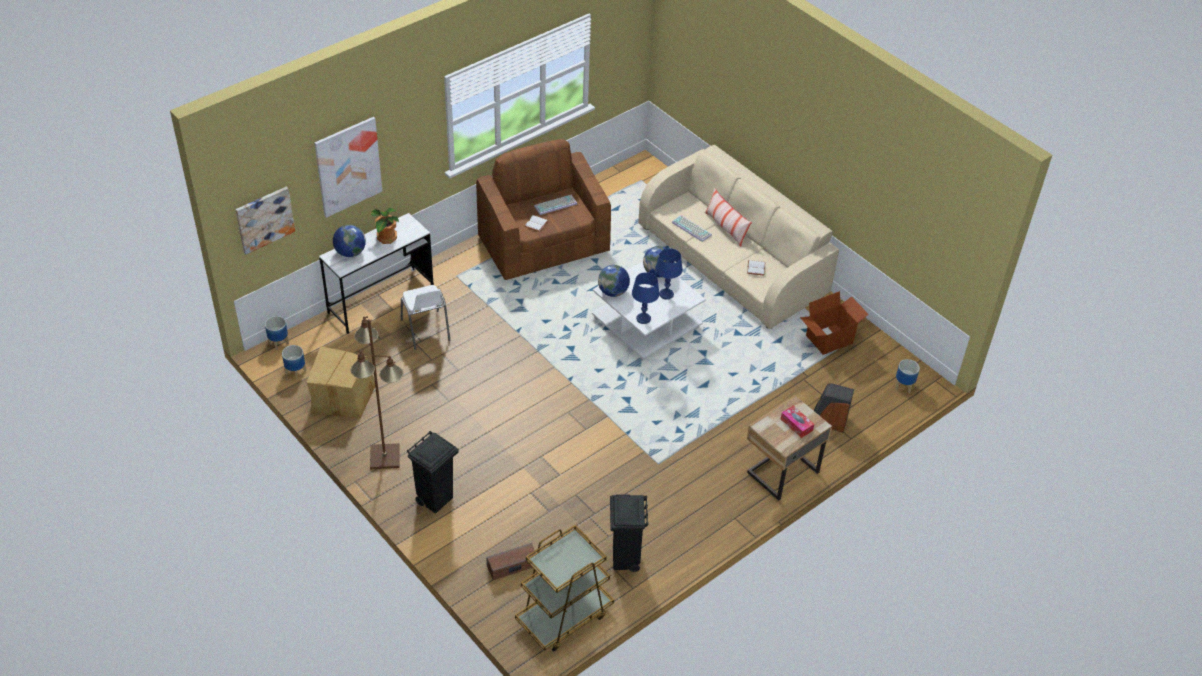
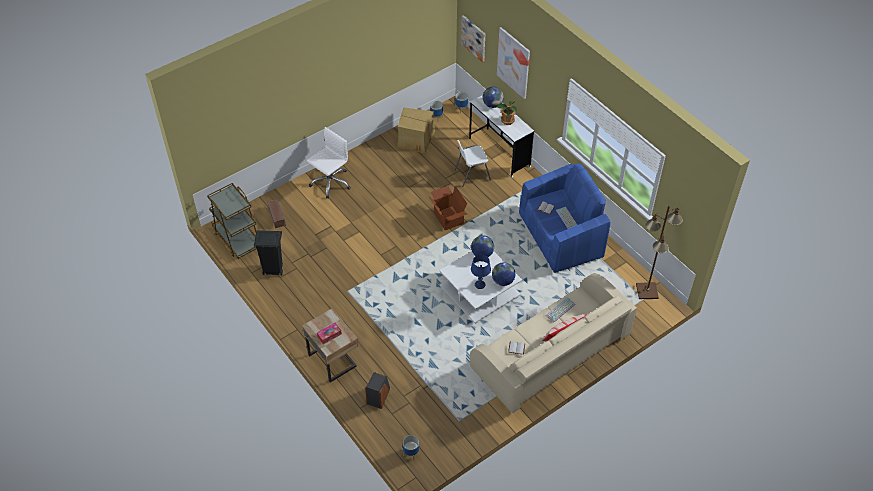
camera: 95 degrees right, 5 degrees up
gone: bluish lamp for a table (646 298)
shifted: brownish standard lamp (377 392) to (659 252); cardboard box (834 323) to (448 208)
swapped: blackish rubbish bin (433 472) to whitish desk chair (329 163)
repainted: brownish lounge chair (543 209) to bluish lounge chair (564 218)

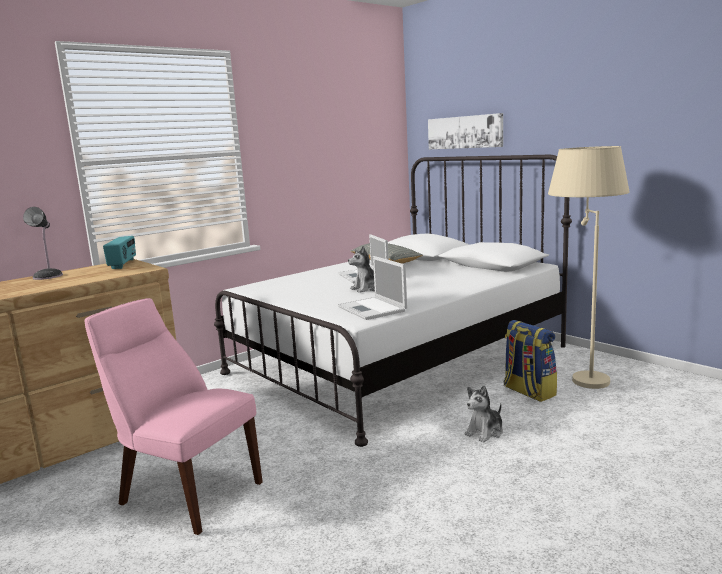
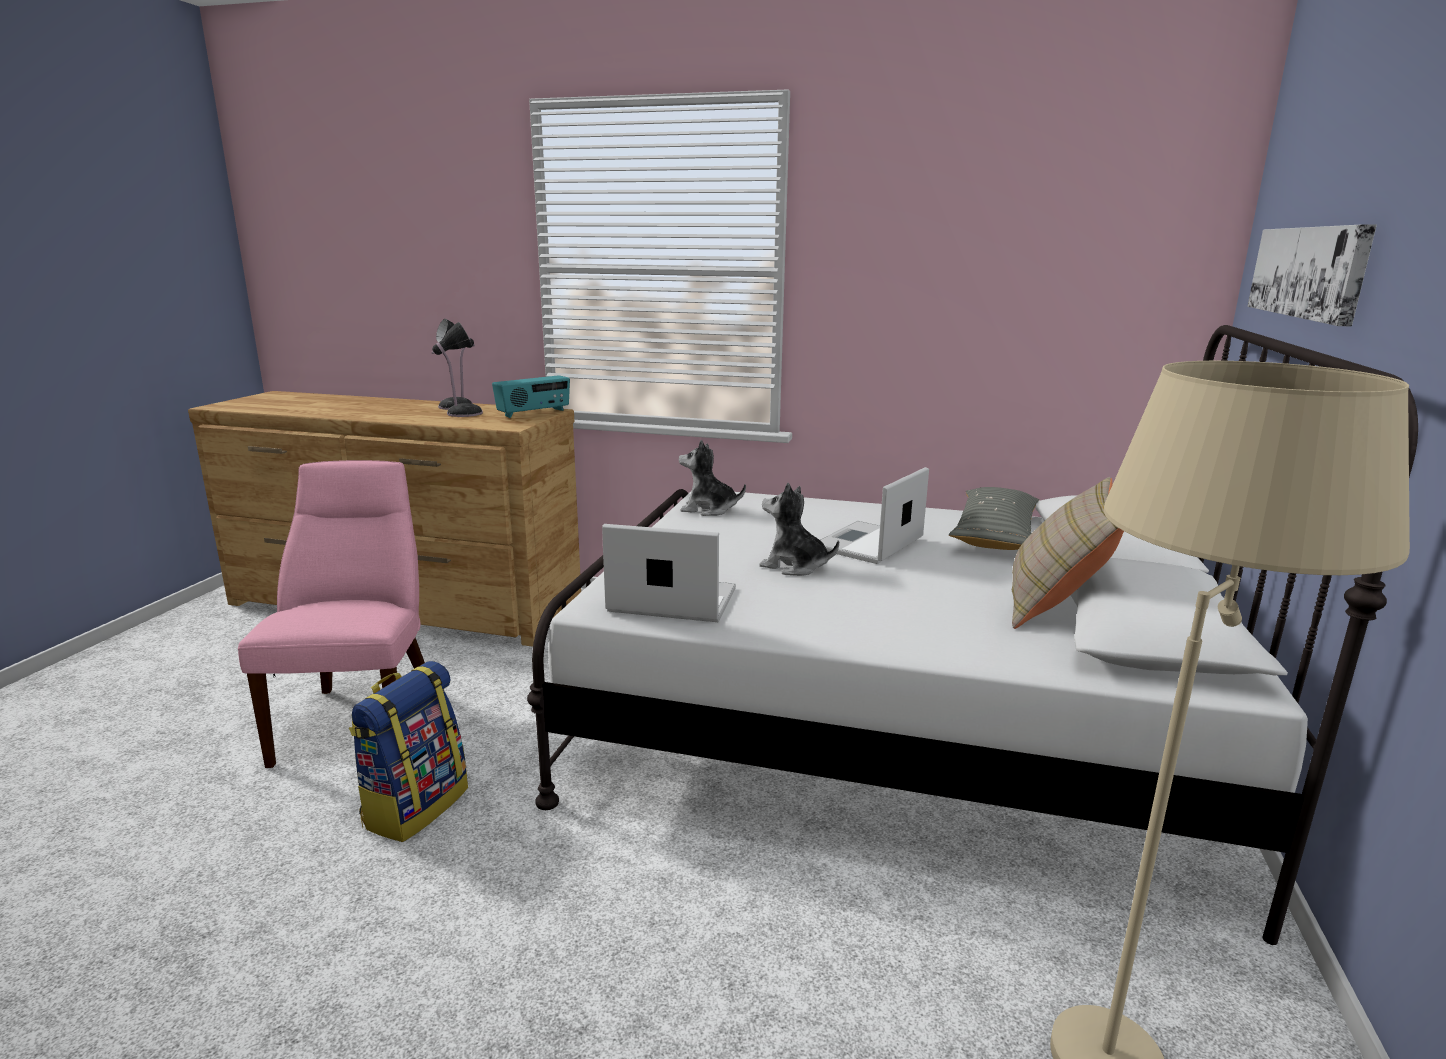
camera: 55 degrees right, 5 degrees up
new: lamp for a table (457 369); beige-coloured throw pillow (1068 553)
shifted: cuddly toy (484 414) to (712 478); backpack (530 361) to (408 751)
rotated: portable computer (372 288) = (669 573) 75 degrees clockwise

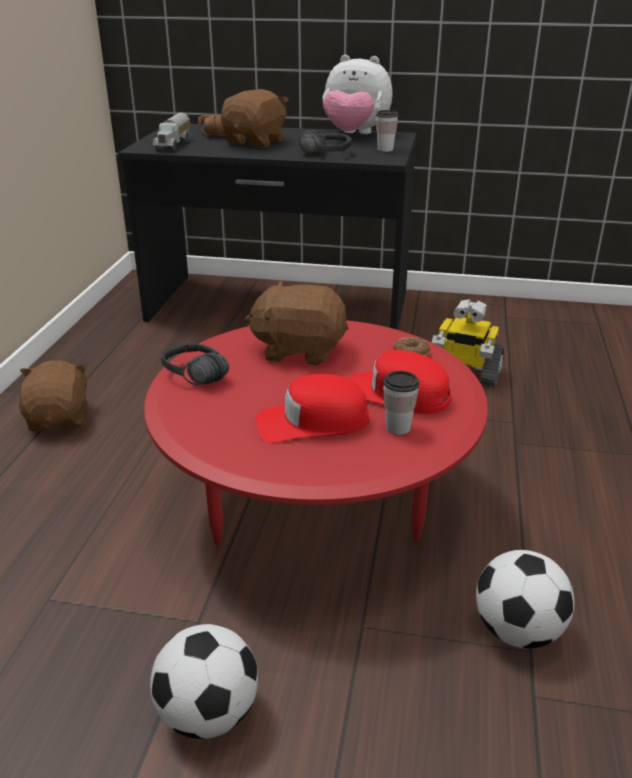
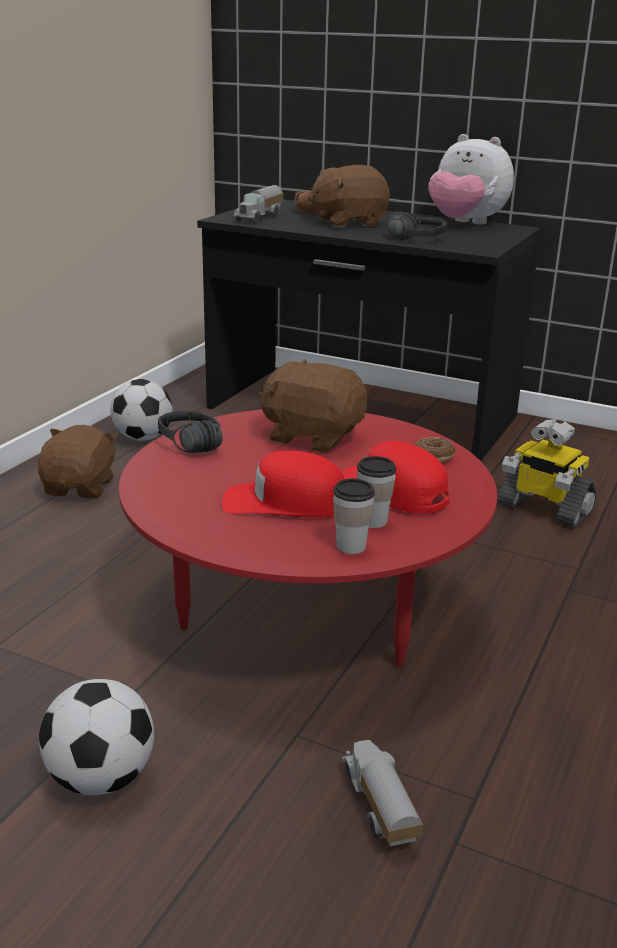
camera: 15 degrees right, 5 degrees down
new: toy lorry (382 793)
shifted: cup (387 131) to (354 516); football (525 599) to (141 410)
rotated: brownish cuddly toy (255 118) = (349 196) 150 degrees counterclockwise

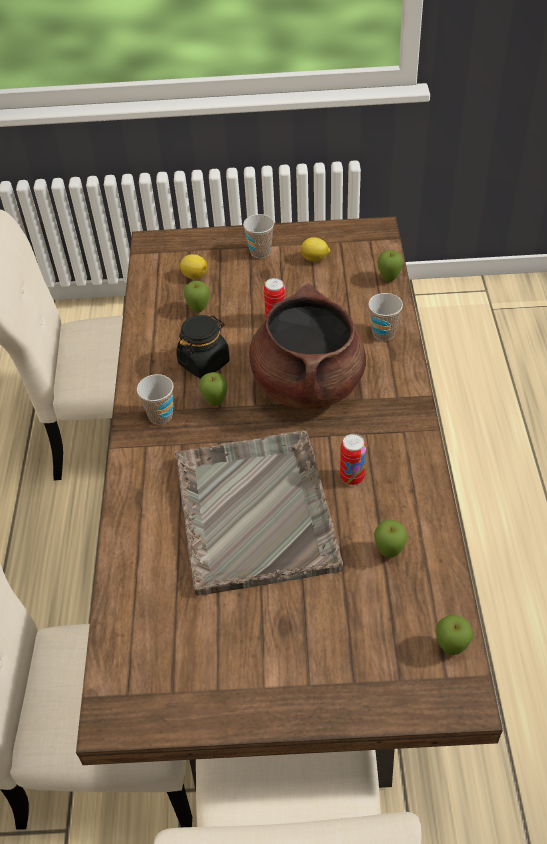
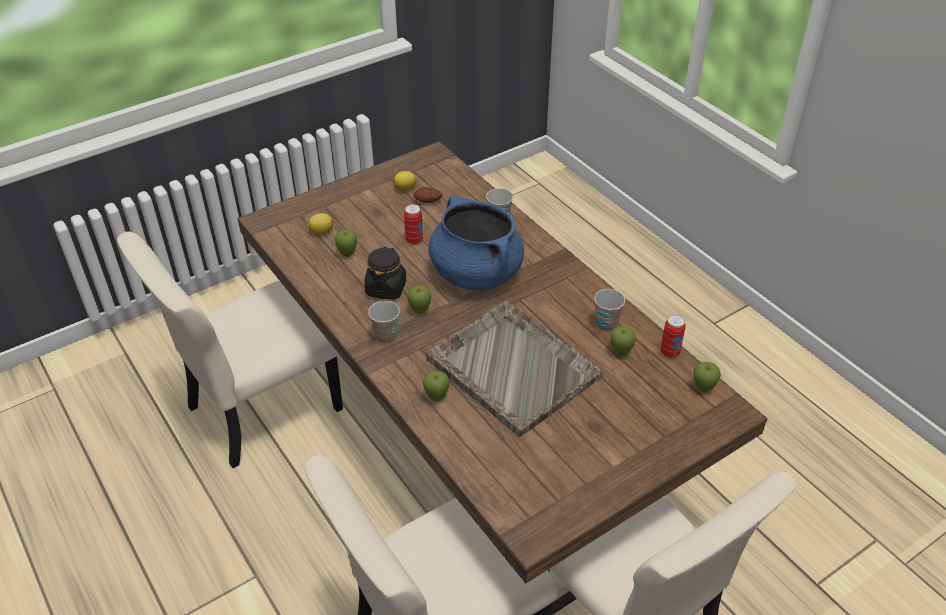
camera: 35 degrees left, 5 degrees down
new: whole potato (428 195)
shifted: cup (258 236) to (609 310); sealed can (353 459) to (673 336); apple (390 266) to (436 386)
repainted: brownish saucepot (307 346) to bluish saucepot (476 242)

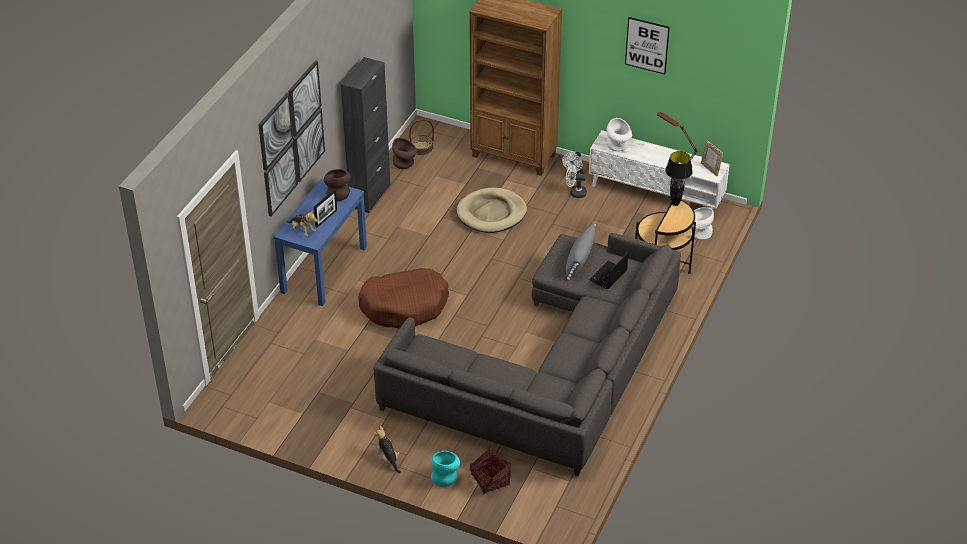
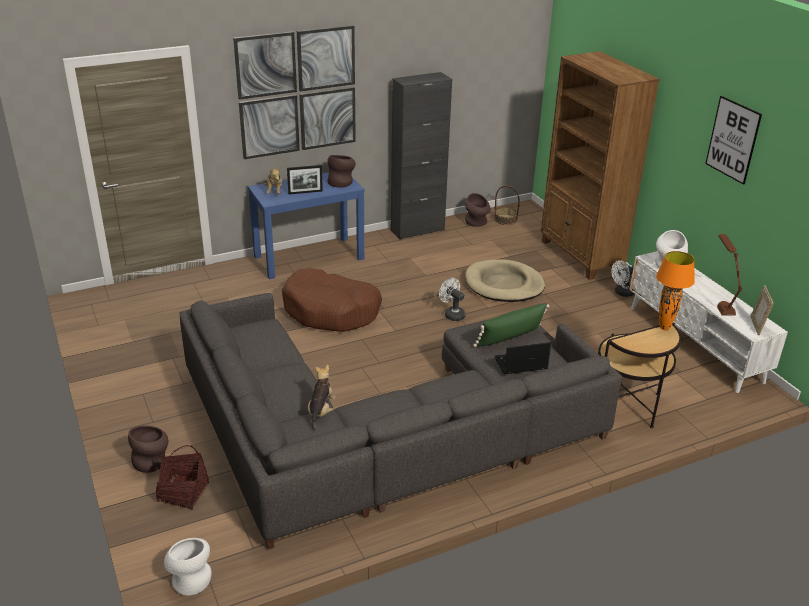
camera: 40 degrees right, 10 degrees down
shifted: cuddly toy (387 449) to (322 398); whitish electric fan (576 181) to (452 299); whitish vase (703 223) to (188 567)
repainted: turquoise vase (445 469) to brownish vase (148 449); grey throw pillow (581 252) to green throw pillow (511 325); blackish lamp for a table (679 178) to orange lamp for a table (675 290)

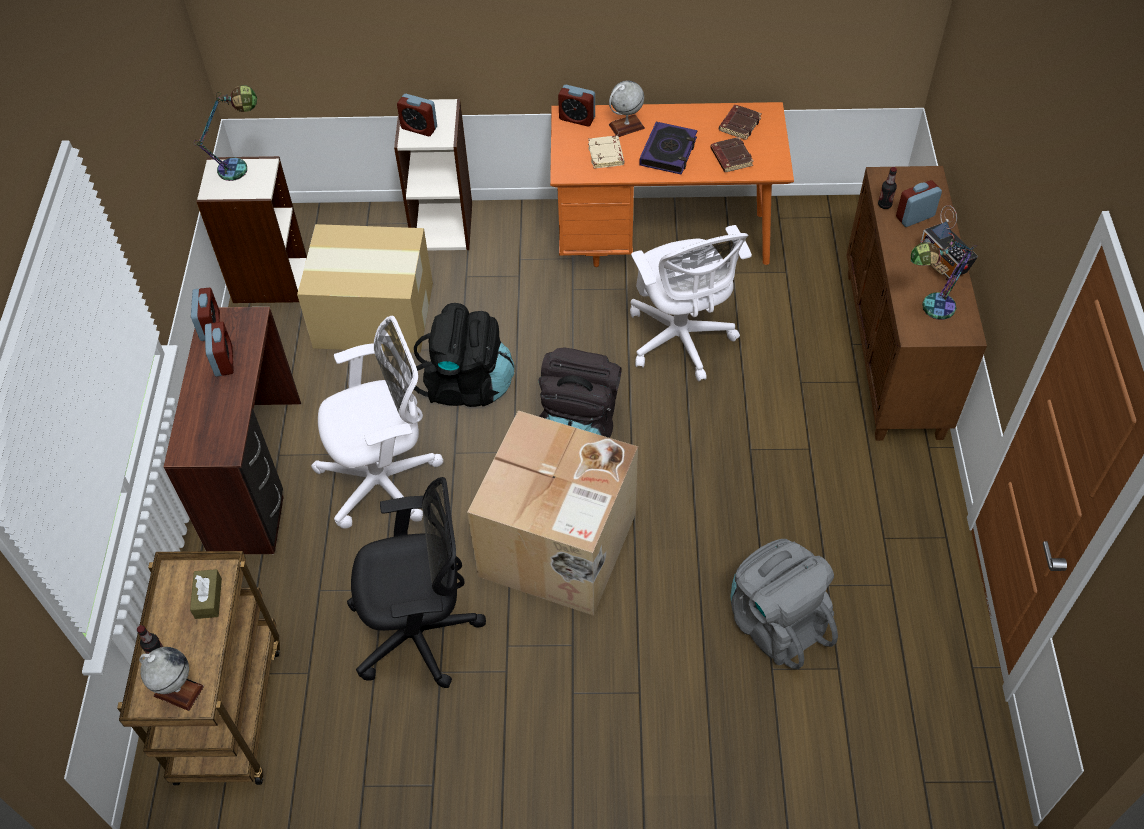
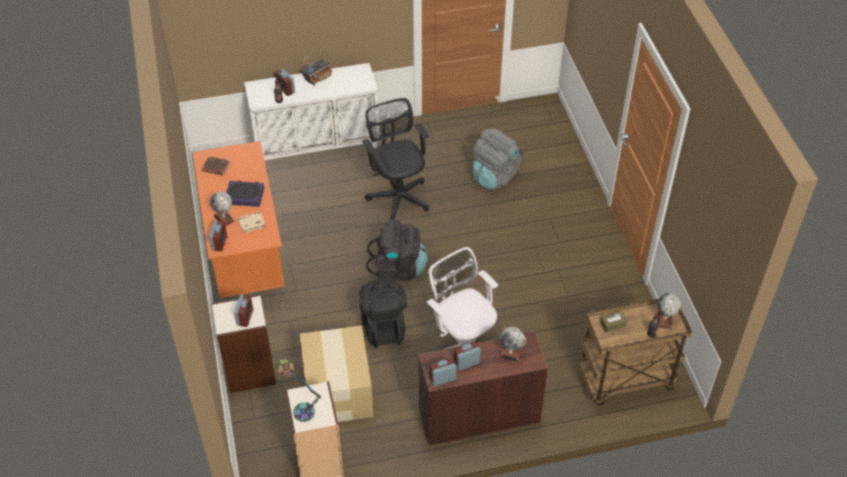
camera: 105 degrees left, 5 degrees down
gone: cardboard box (552 513); whitish desk chair (691 303); brownish volume (732 154); lamp for a table (944 278)
new: globe (512 344)
shifted: blackish desk chair (416 582) to (395 159)
repainted: brownish storage cabinet (917 303) to whitish storage cabinet (312 112)

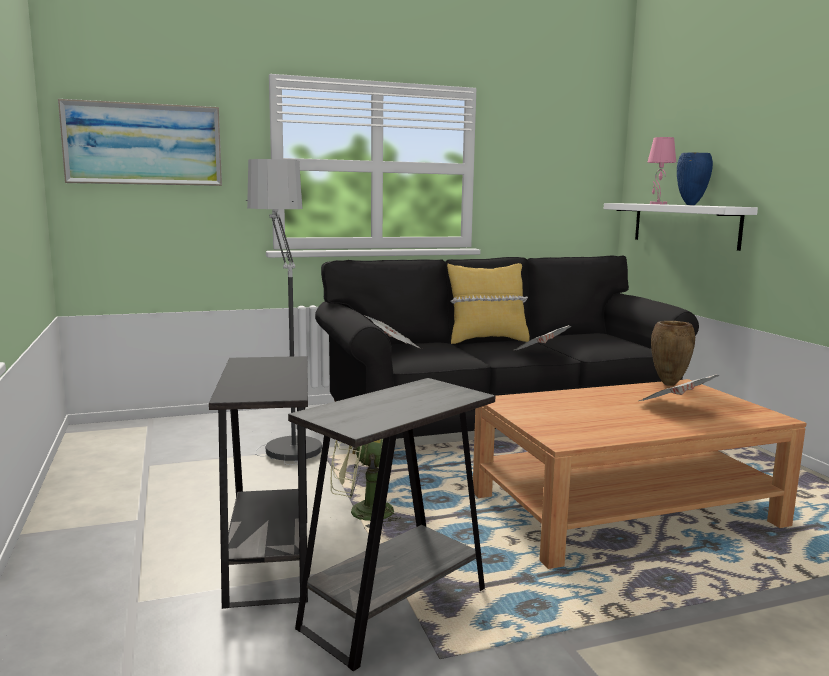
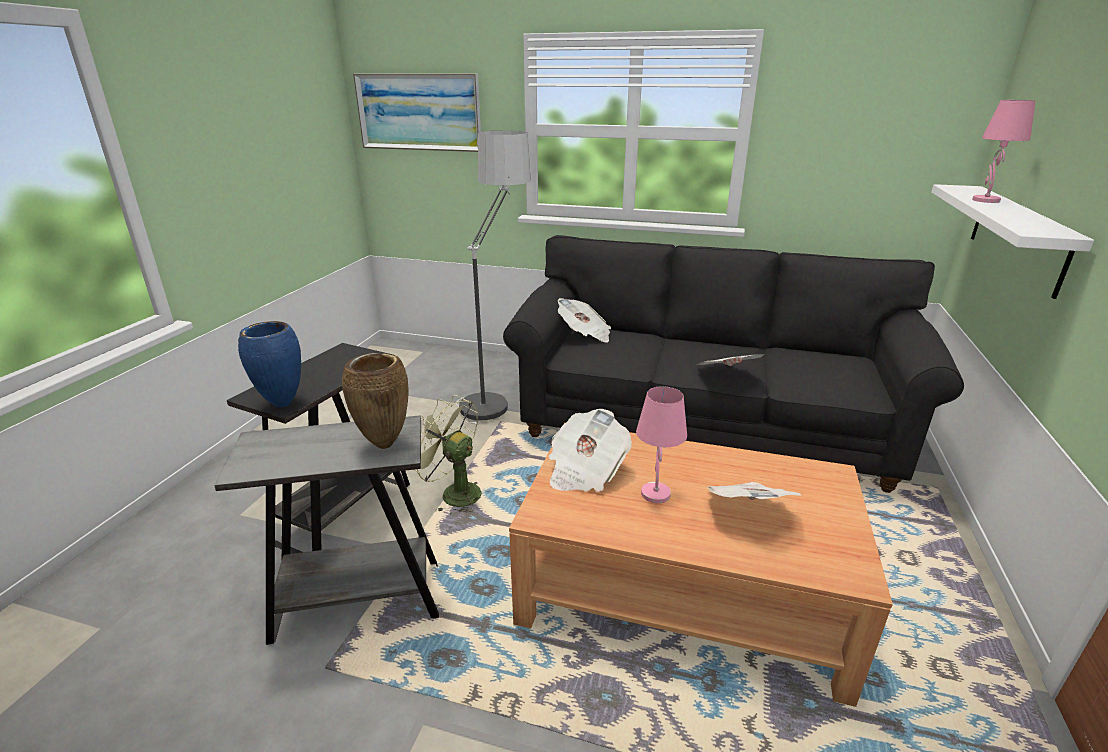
camera: 35 degrees right, 15 degrees up
gone: yellow-coloured throw pillow (488 303)
new: daily paper (590 450); pinkish lamp for a table (661 444)
shifted: brownish vase (673 353) to (375 401); bluish vase (695 179) to (269 364)

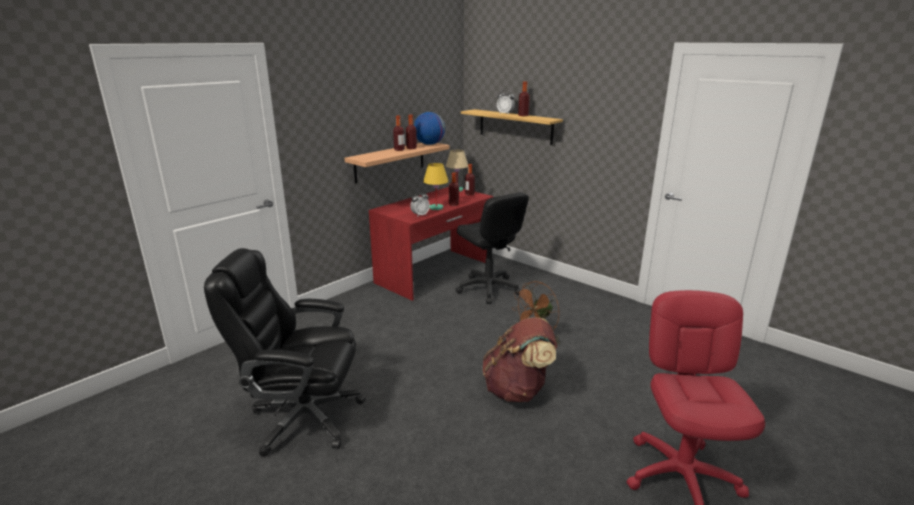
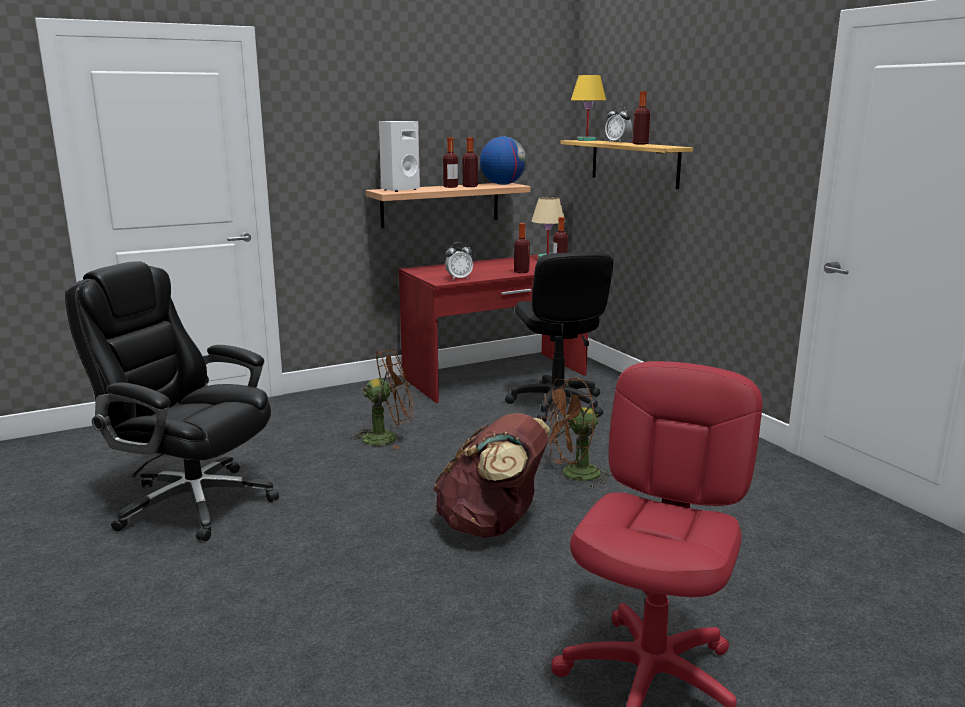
camera: 20 degrees right, 5 degrees down
new: brownish electric fan (382 399); whitish audio speaker (399 156)
shifted: yellow-coloured lamp for a table (436 186) to (588 108)

